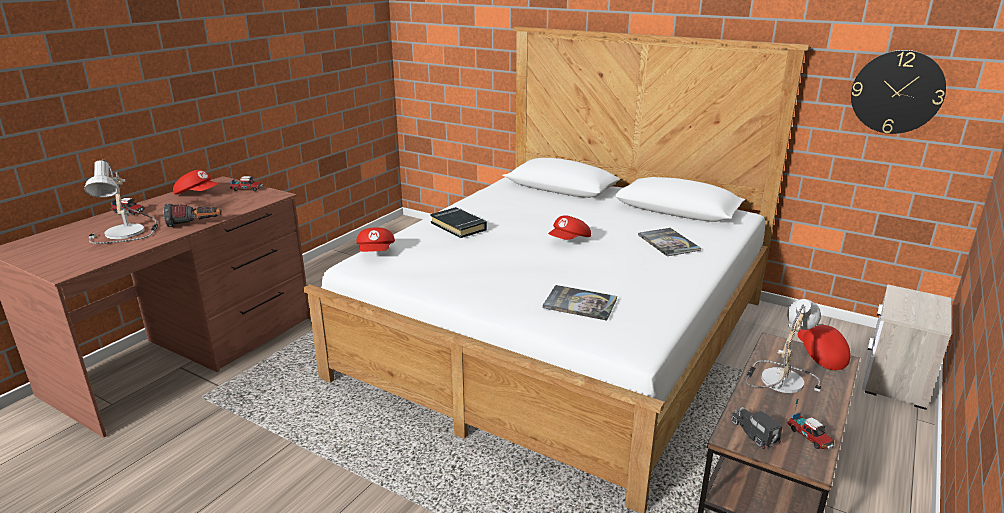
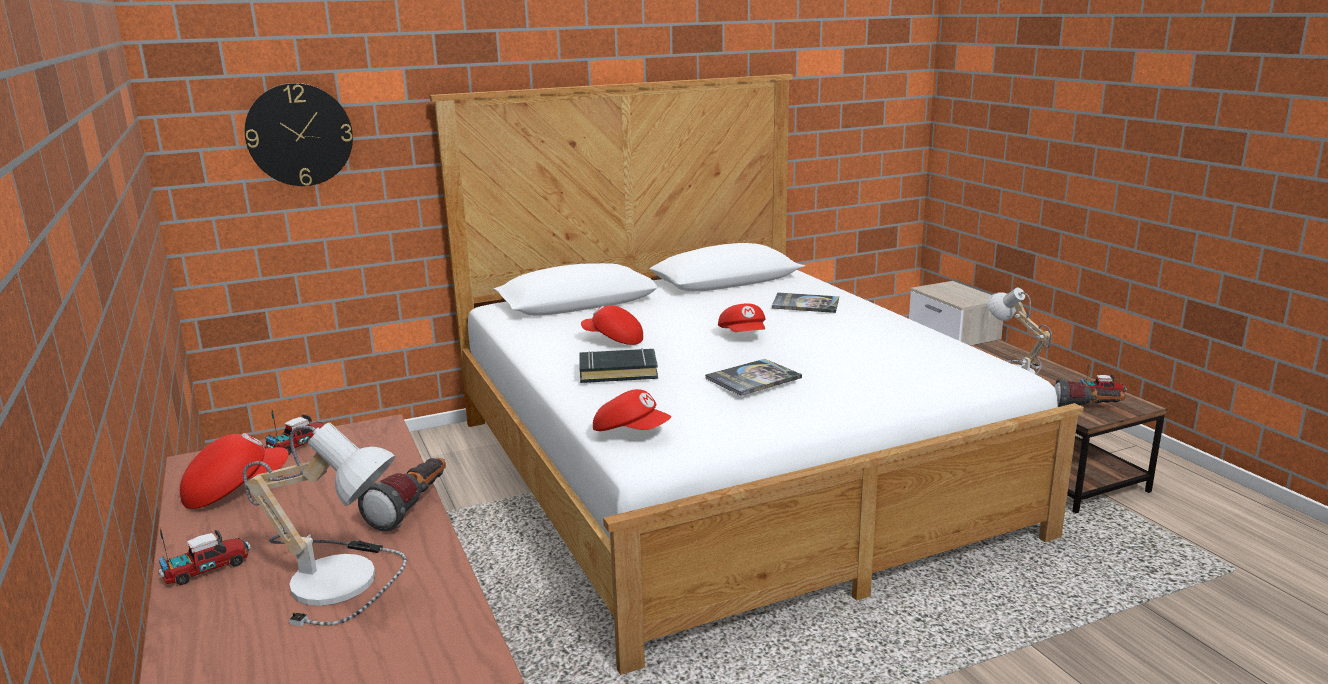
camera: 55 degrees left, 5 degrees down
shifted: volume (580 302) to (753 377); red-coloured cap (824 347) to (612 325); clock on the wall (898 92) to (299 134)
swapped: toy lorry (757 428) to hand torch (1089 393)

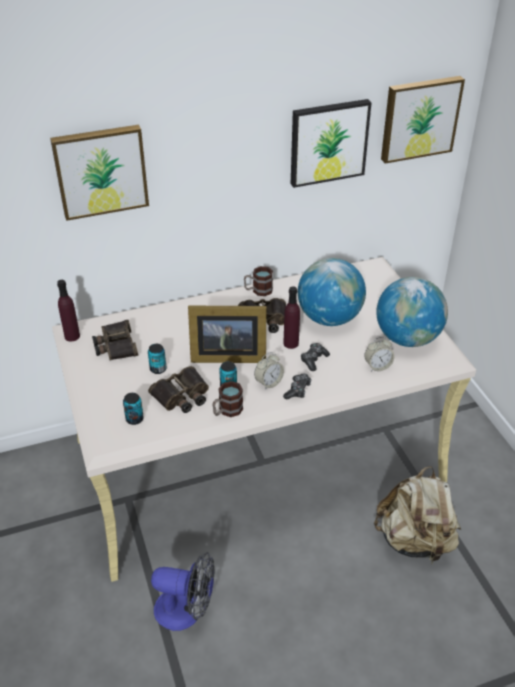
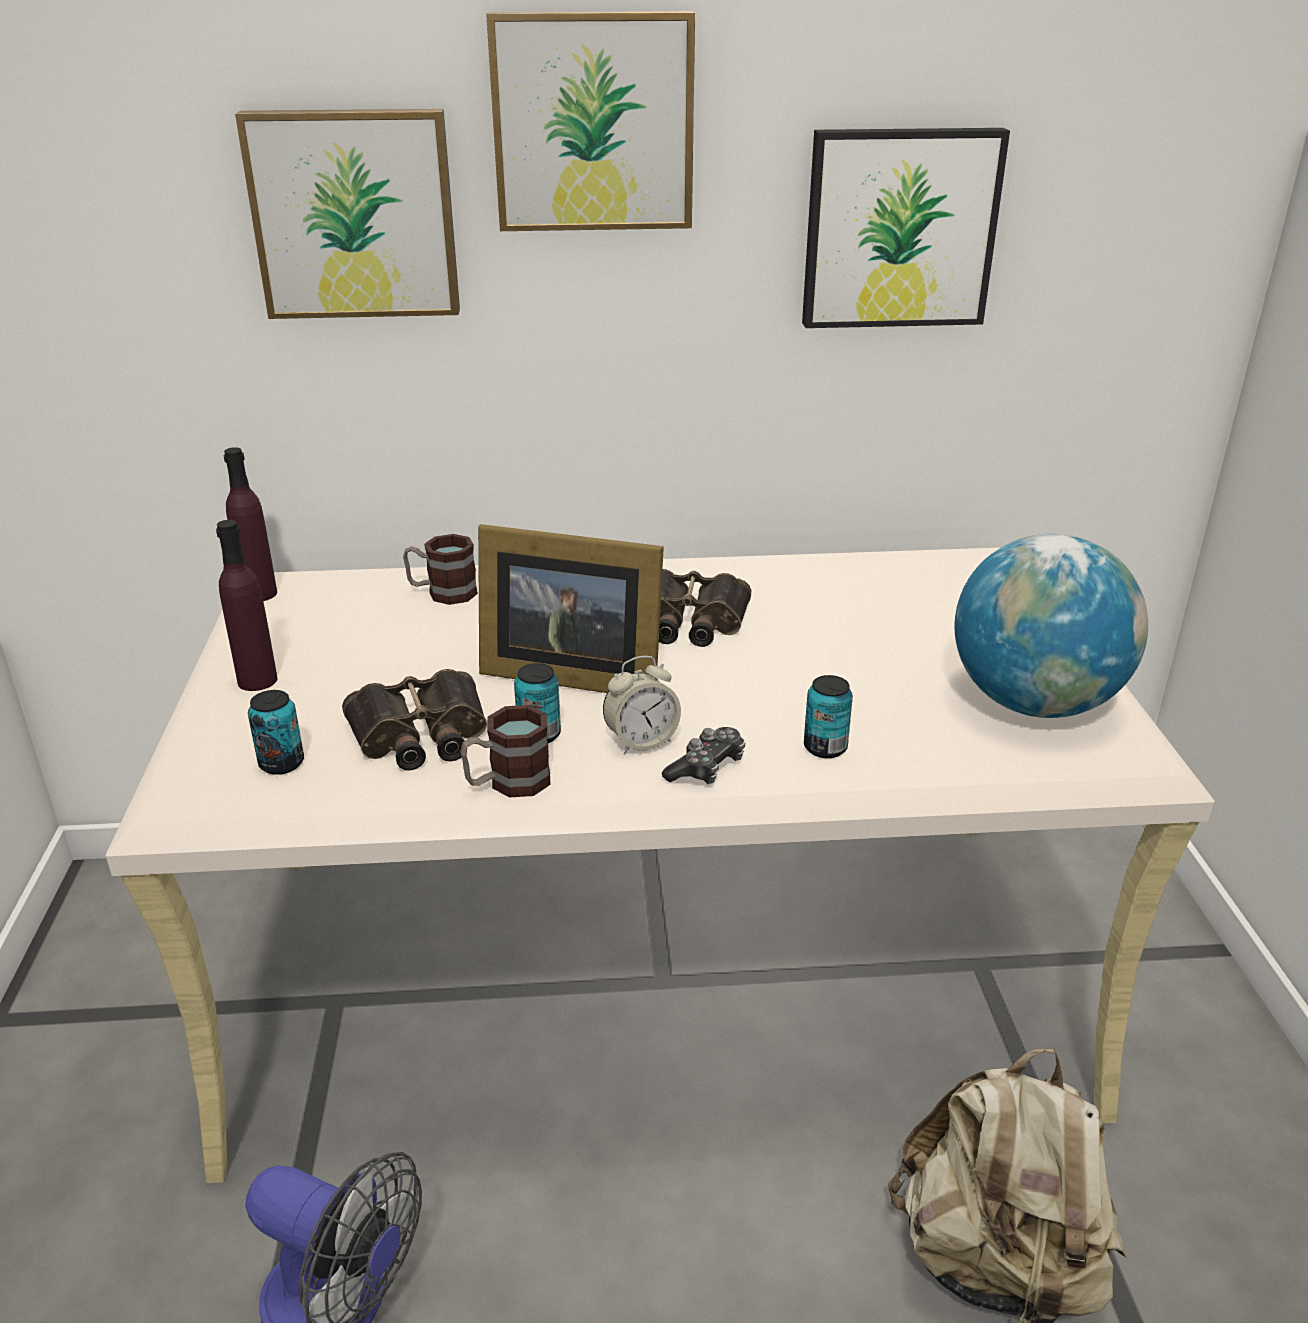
camera: 15 degrees right, 10 degrees down
gone: field glasses (115 340); globe (332 292); gamepad (315 357); bedside clock (379 354)
shifted: sealed can (157 359) to (828 716); tea mug (258 281) to (440 569); purplish beverage bottle (291 318) to (246 605); wall art (423 120) to (590 121)

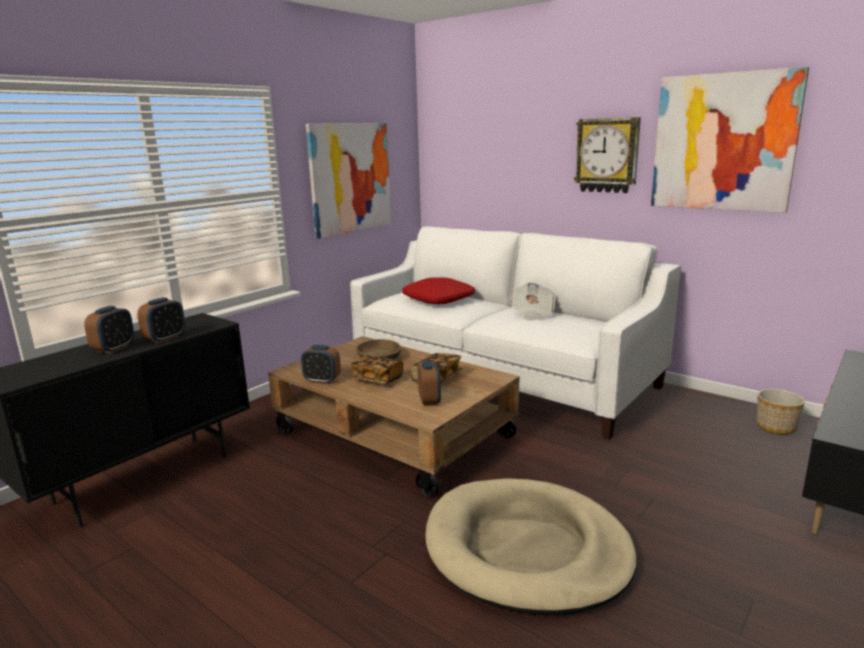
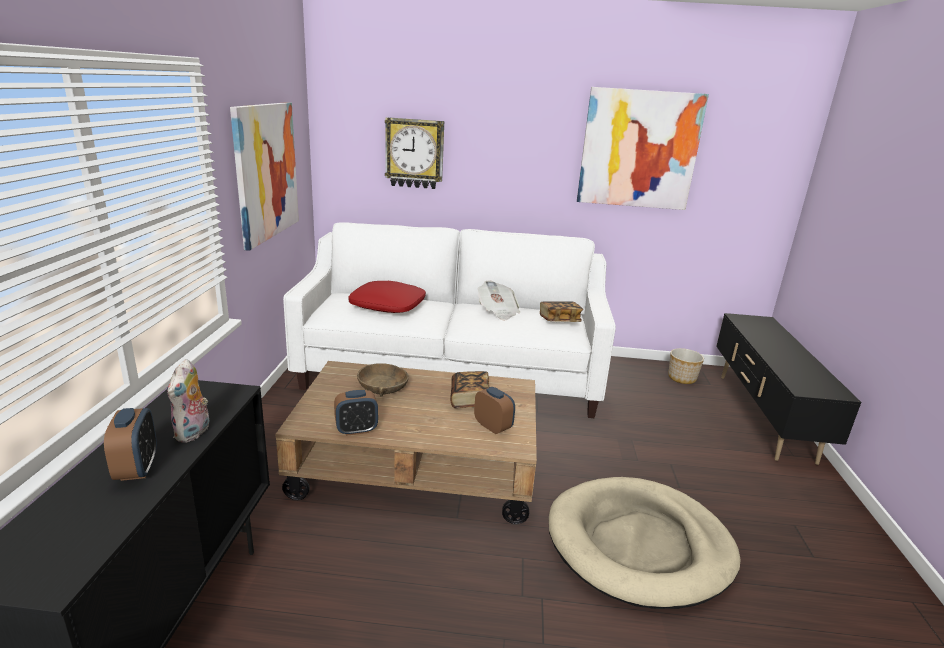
camera: 35 degrees left, 5 degrees up
shifted: volume (377 370) to (561 311); clock on the wall (607 155) to (414 153)
swapped: bedside clock (161 320) to cuddly toy (188 400)

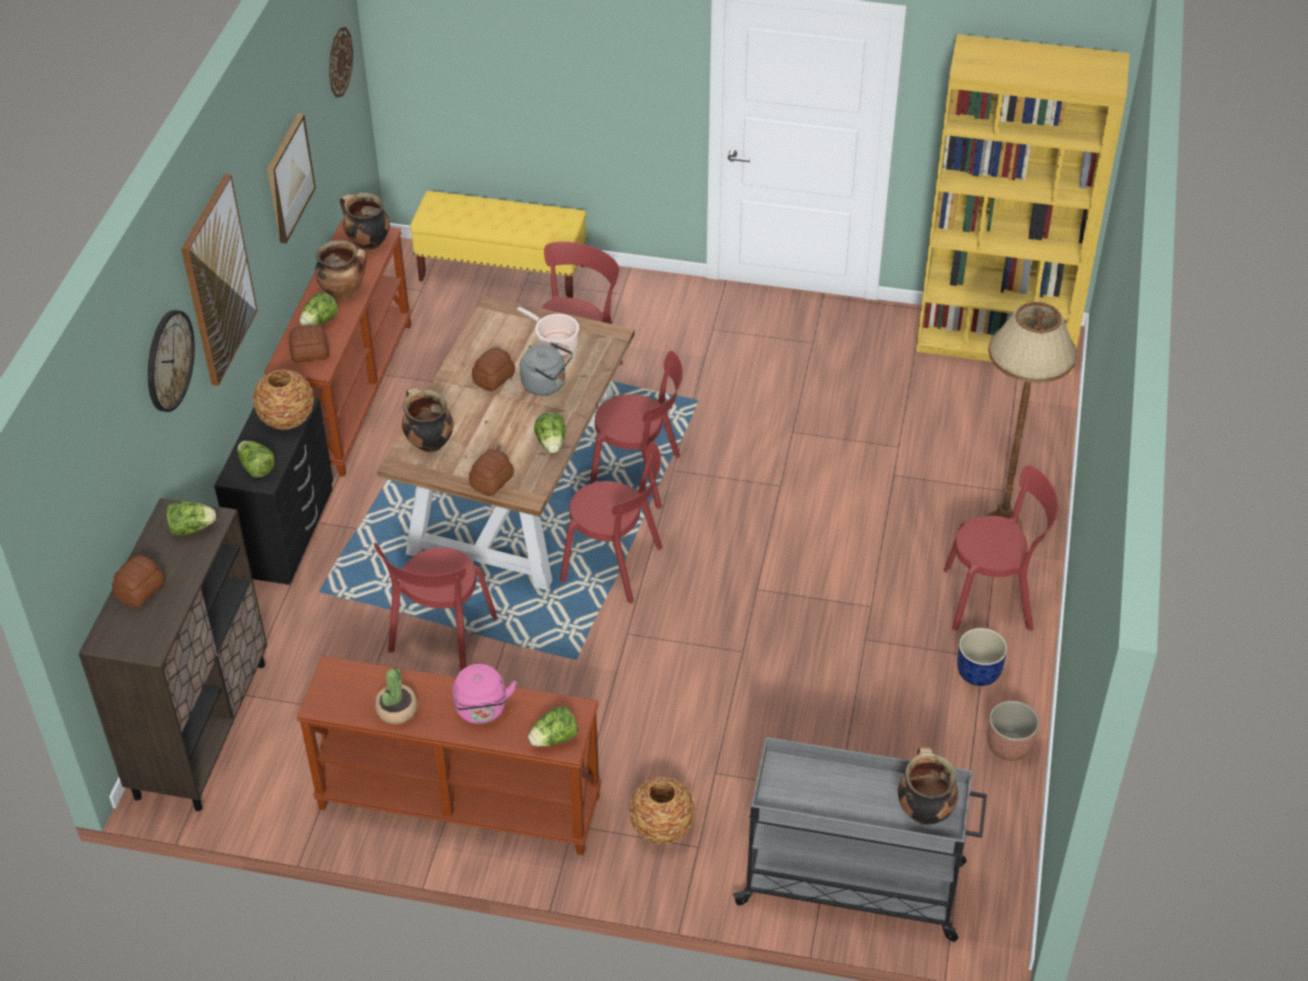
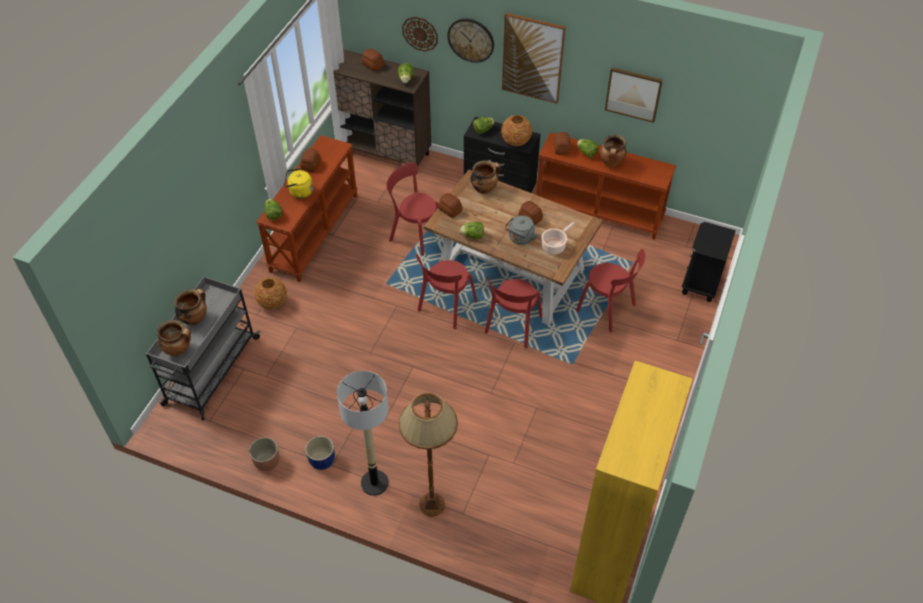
camera: 100 degrees right, 5 degrees up
shifted: clock on the wall (341 62) to (420 34); saucepot (365 221) to (190 307)
swapped: potted plant (396 696) to baked bread (310 160); yellow-coloured indoor bench (498 244) to blackish bedside table (709 262); red-coloured upright chair (1001 548) to standard lamp (362 433)
repainted: pinkish tea kettle (485 694) to yellow-coloured tea kettle (298 183)

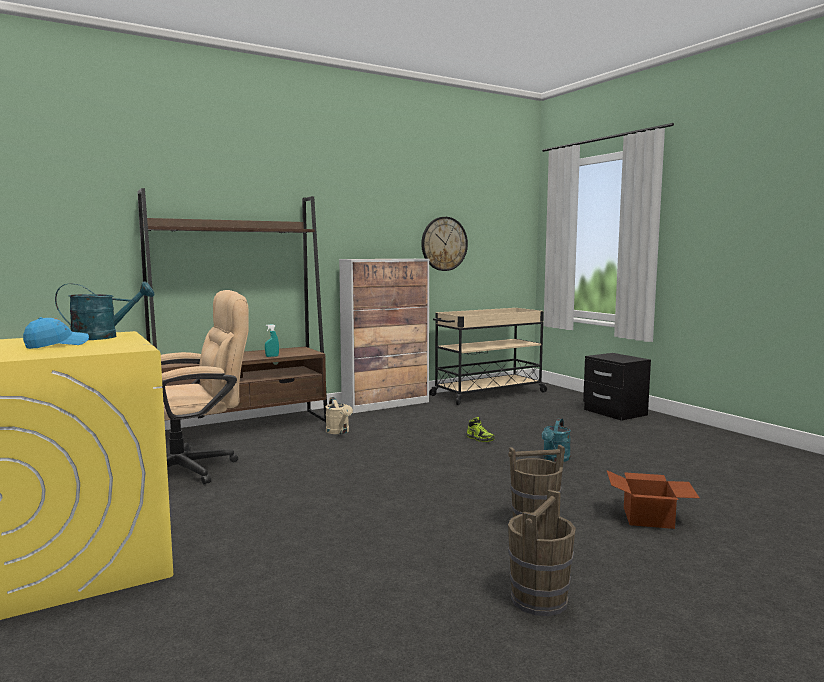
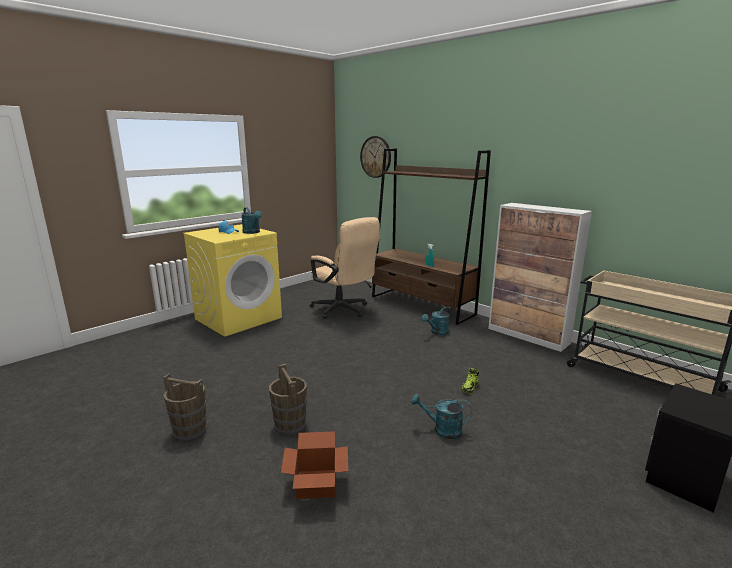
camera: 75 degrees right, 10 degrees up
shifted: clock on the wall (444 244) to (375 157)
repainted: beige-coloured sprinkling can (339 415) to turquoise sprinkling can (435 321)

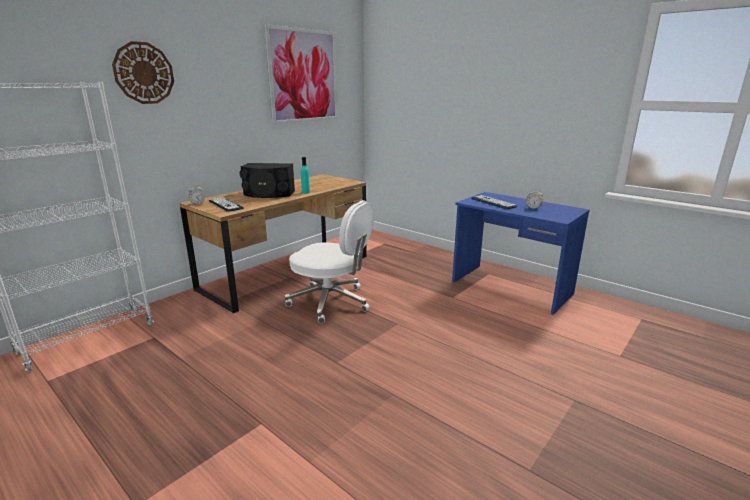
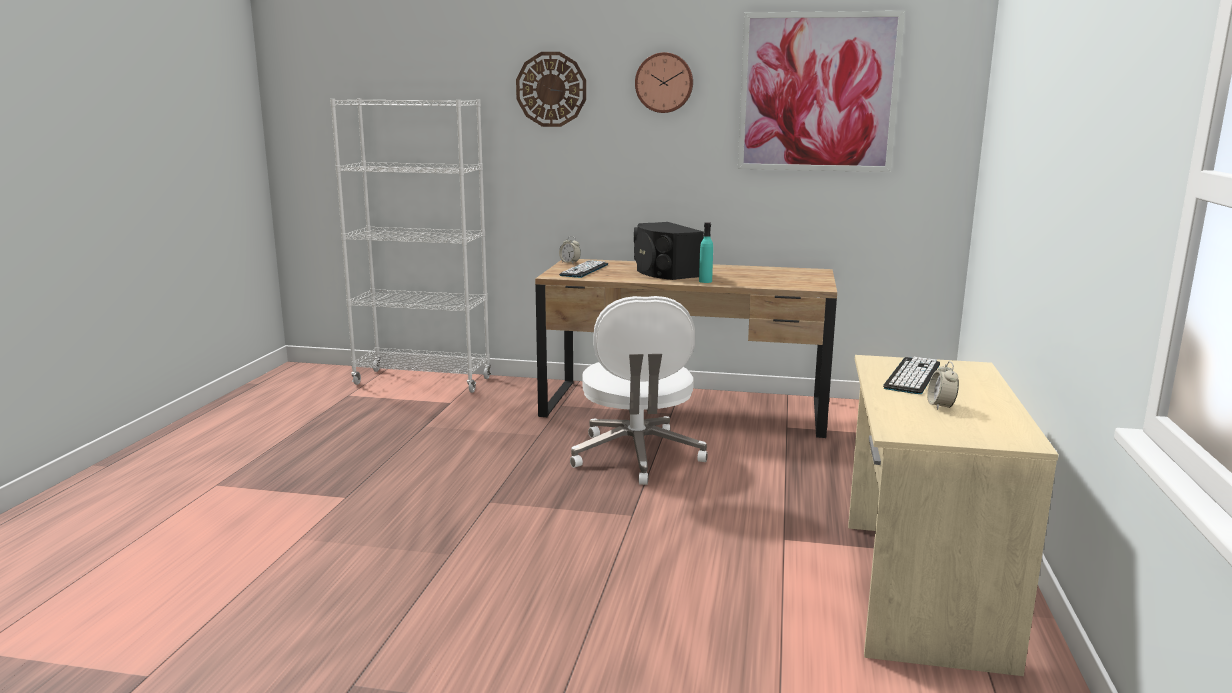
camera: 60 degrees right, 5 degrees down
new: clock on the wall (664 82)
repainted: bluish desk unit (521 253) to beige-coloured desk unit (953 515)

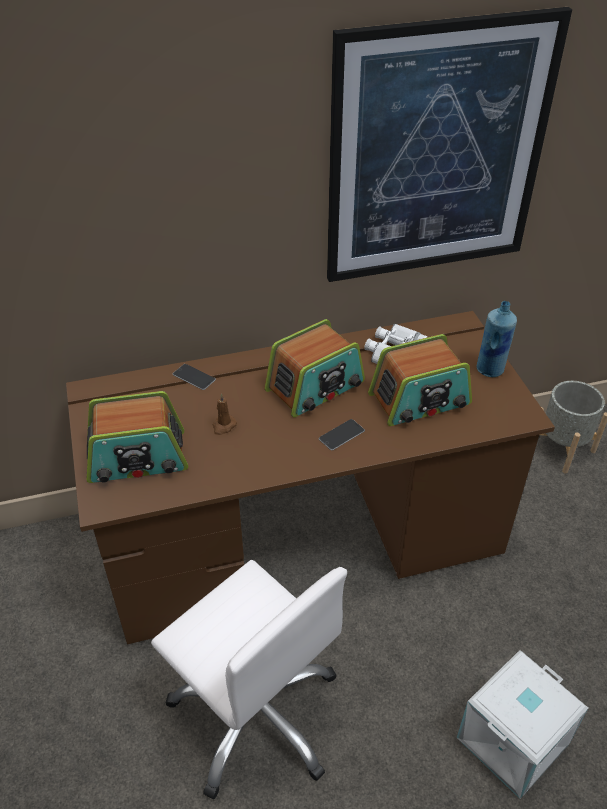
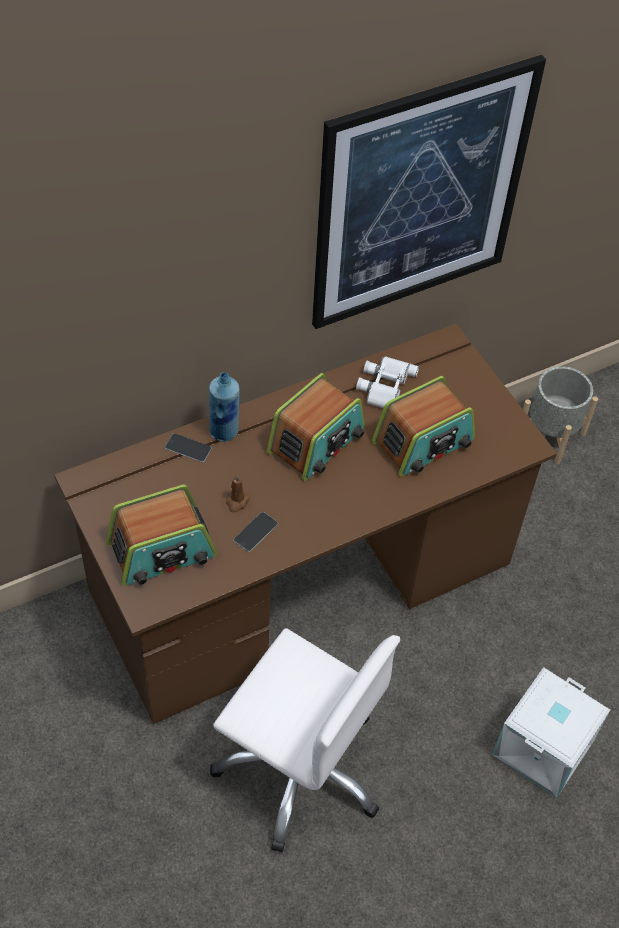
camera: 15 degrees left, 10 degrees up
shifted: phone (342 434) to (255 532); bluish beverage bottle (497 339) to (224 407)

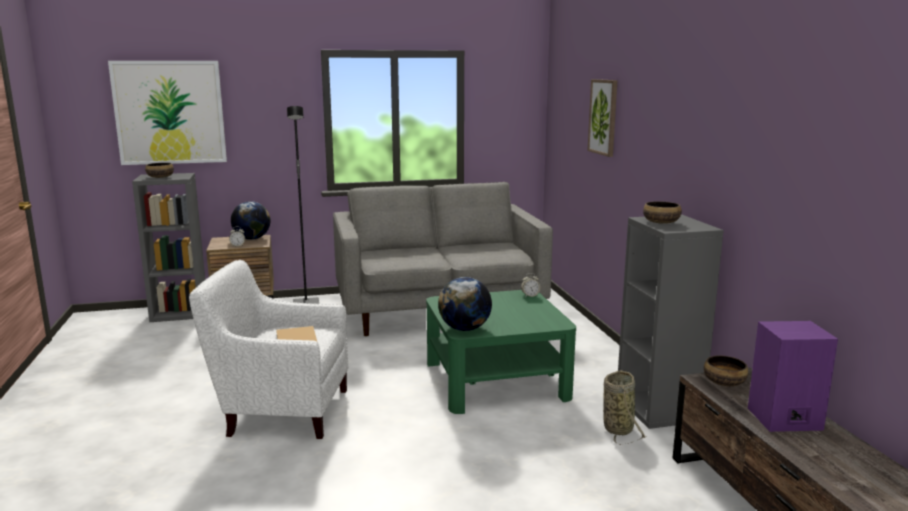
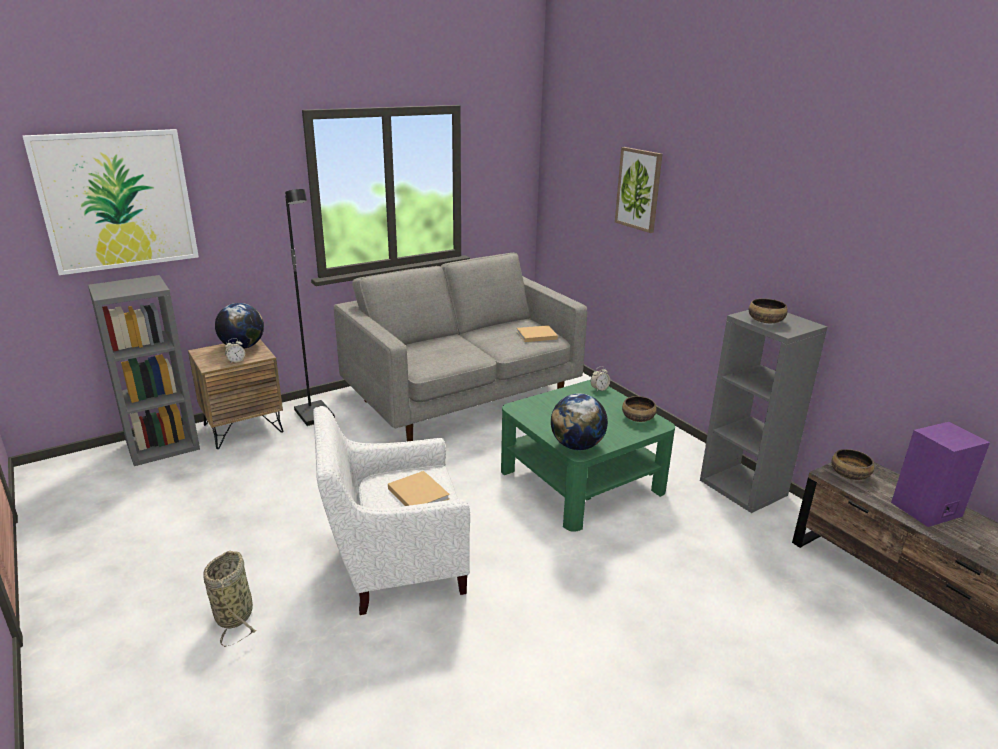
camera: 20 degrees left, 10 degrees up
new: beige-coloured volume (537 333)
shifted: serving bowl (159 170) to (639 409); basket (625 407) to (230 599)

